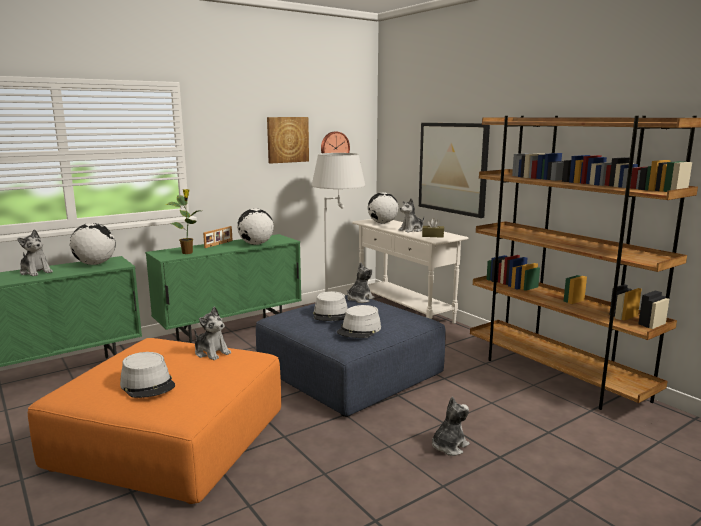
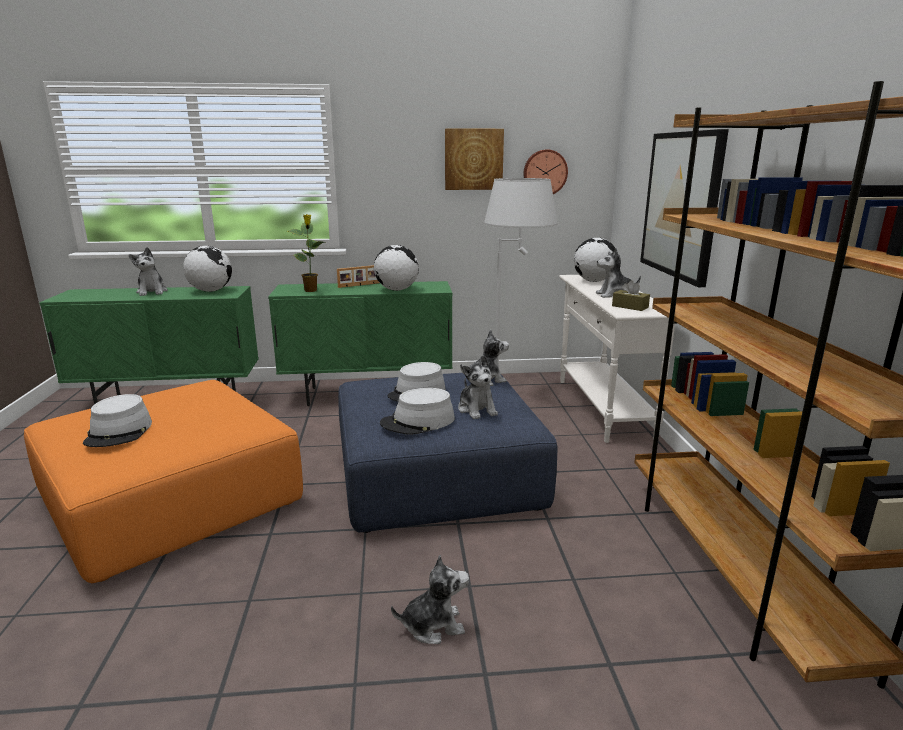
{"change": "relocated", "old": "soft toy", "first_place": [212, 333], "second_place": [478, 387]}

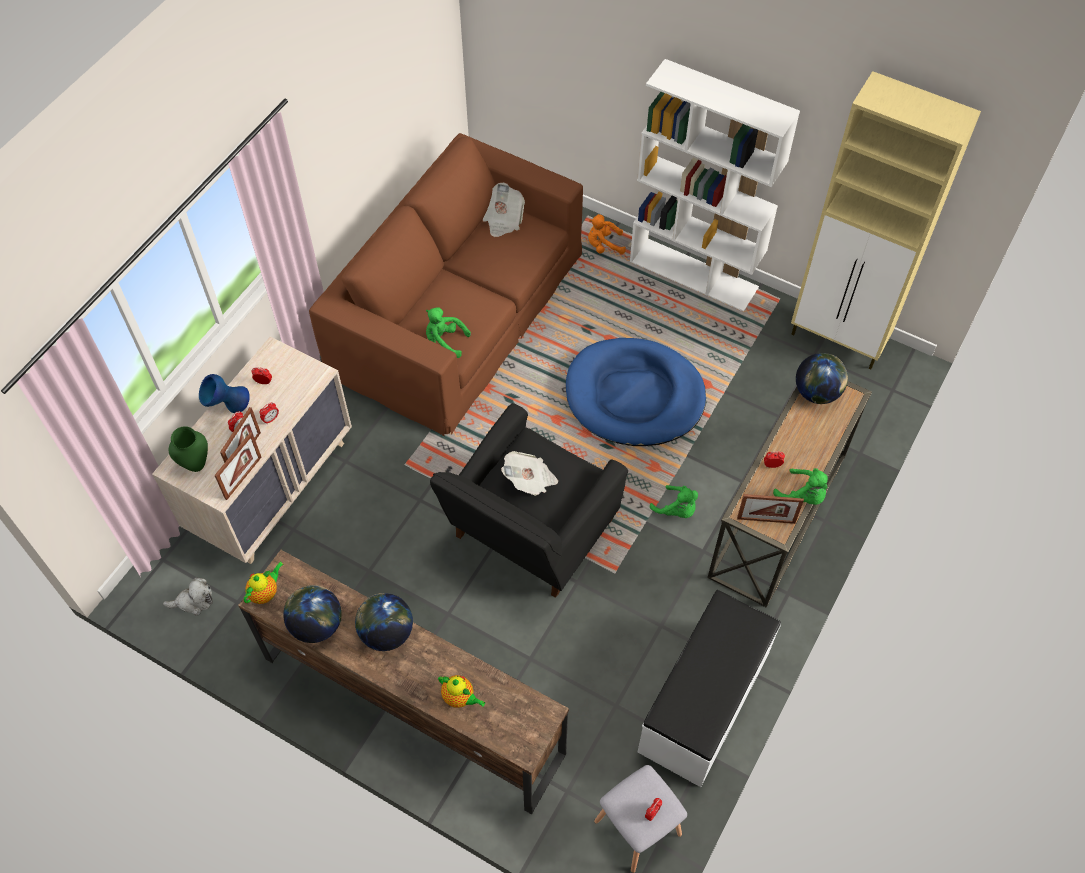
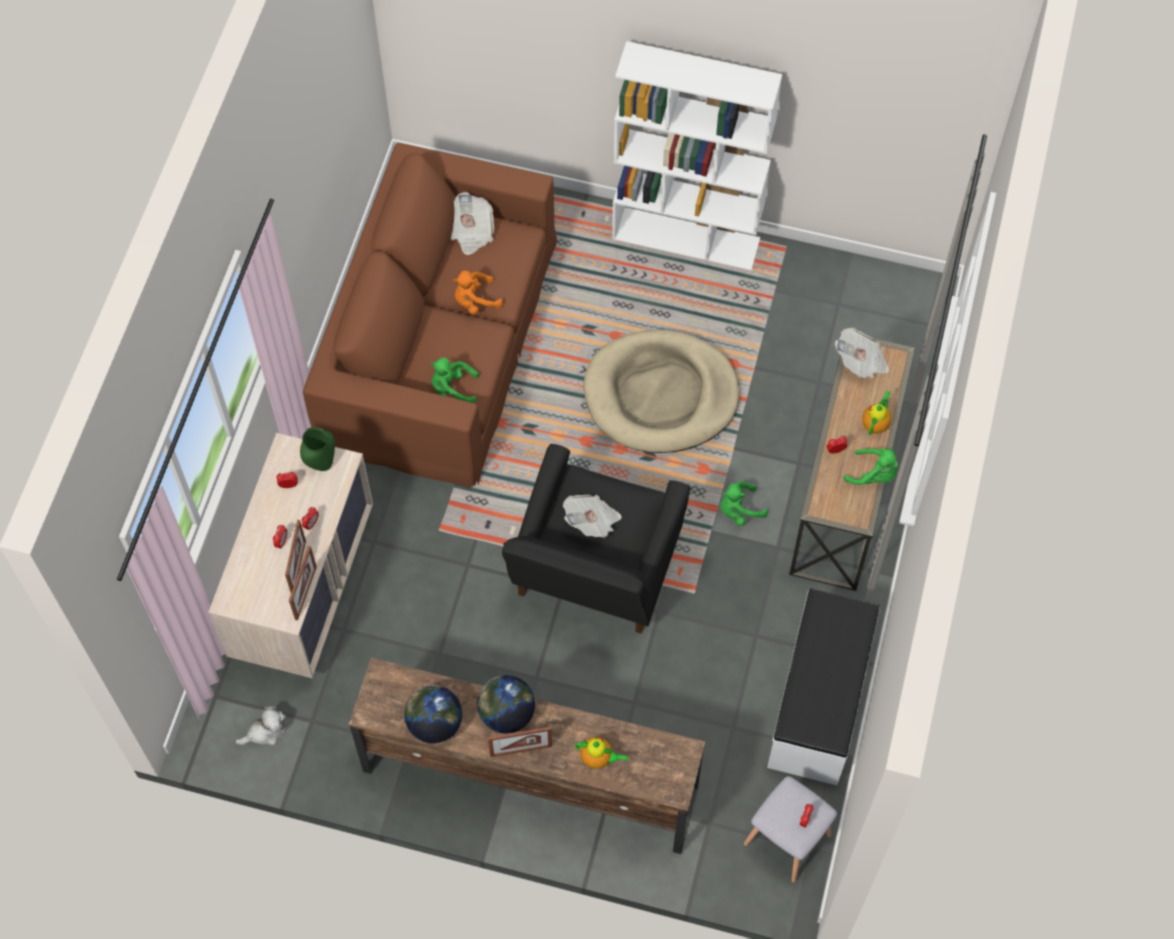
{"change": "relocated", "old": "decorative vase/green-coloured", "first_place": [188, 449], "second_place": [317, 449]}
{"change": "relocated", "old": "soft toy/orange", "first_place": [607, 234], "second_place": [478, 293]}
{"change": "relocated", "old": "photo frame", "first_place": [770, 509], "second_place": [520, 742]}
{"change": "colour", "old": "dog bed/blue-coloured", "new": "dog bed/sand-coloured", "first_place": [636, 392], "second_place": [661, 391]}
{"change": "spun", "old": "soft toy/green-coloured", "first_place": [674, 501], "second_place": [744, 503], "degrees": 135}
{"change": "exchanged", "old": "world globe", "new": "printed paper", "first_place": [822, 378], "second_place": [862, 353]}
{"change": "relocated", "old": "pot for tea", "first_place": [263, 582], "second_place": [876, 412]}
{"change": "missing", "old": "decorative vase/blue-coloured", "first_place": [224, 393]}
{"change": "missing", "old": "cupboard/sand-coloured", "first_place": [886, 220]}

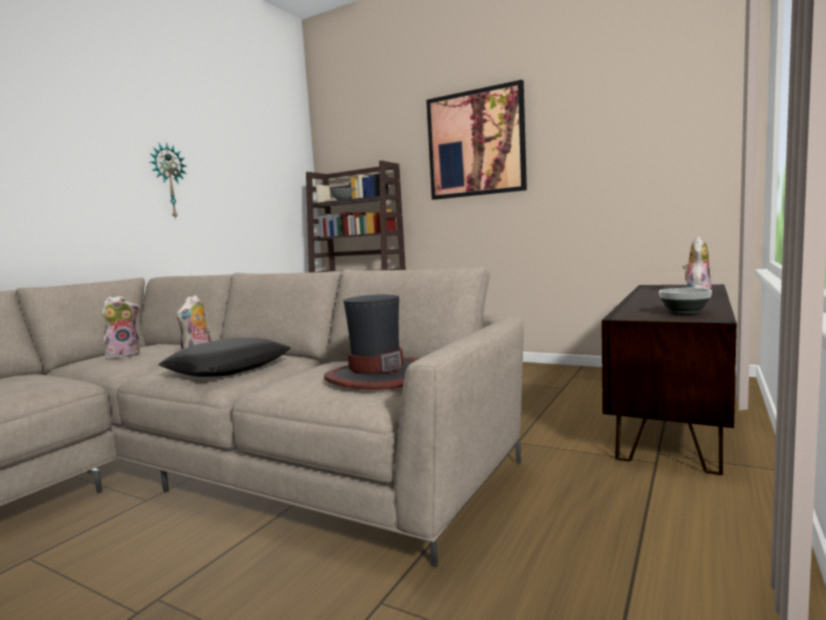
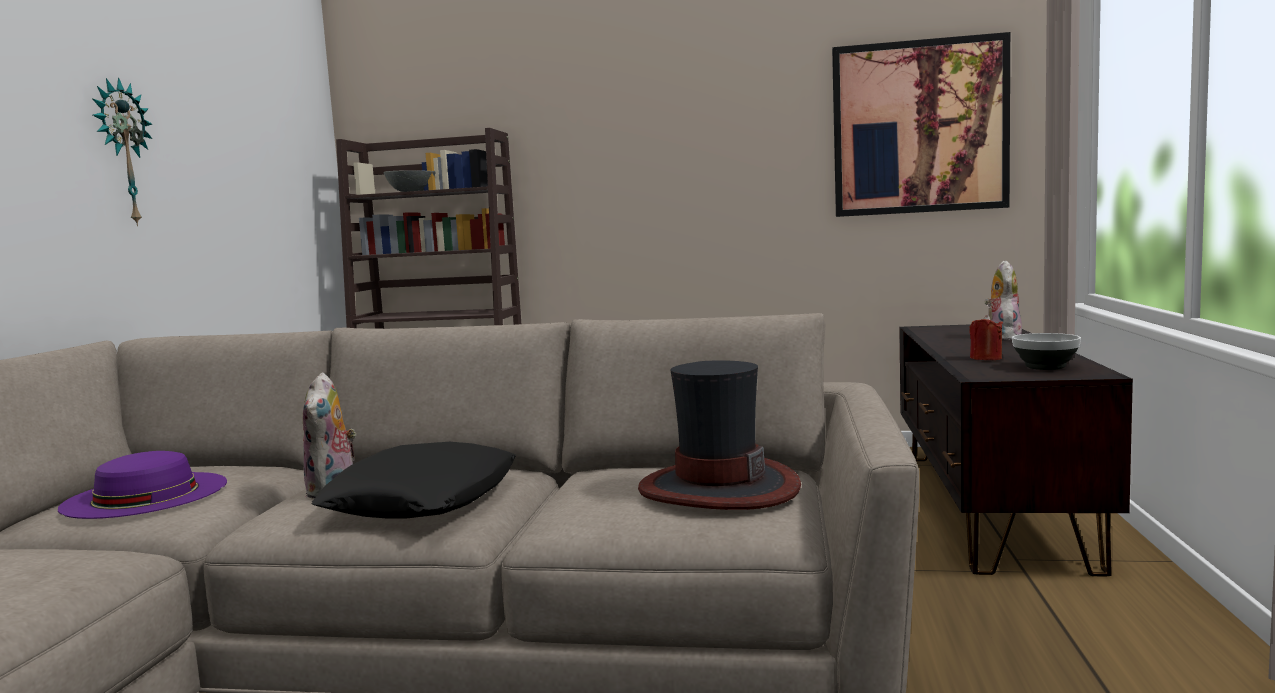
{"change": "exchanged", "old": "soft toy", "new": "hat/purple", "first_place": [121, 327], "second_place": [142, 485]}
{"change": "relocated", "old": "wall art", "first_place": [476, 140], "second_place": [921, 124]}
{"change": "appeared", "new": "candle/red", "second_place": [986, 337]}

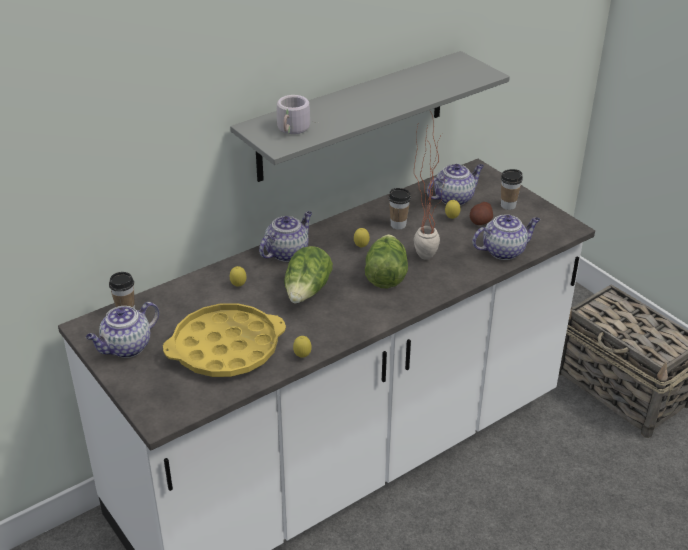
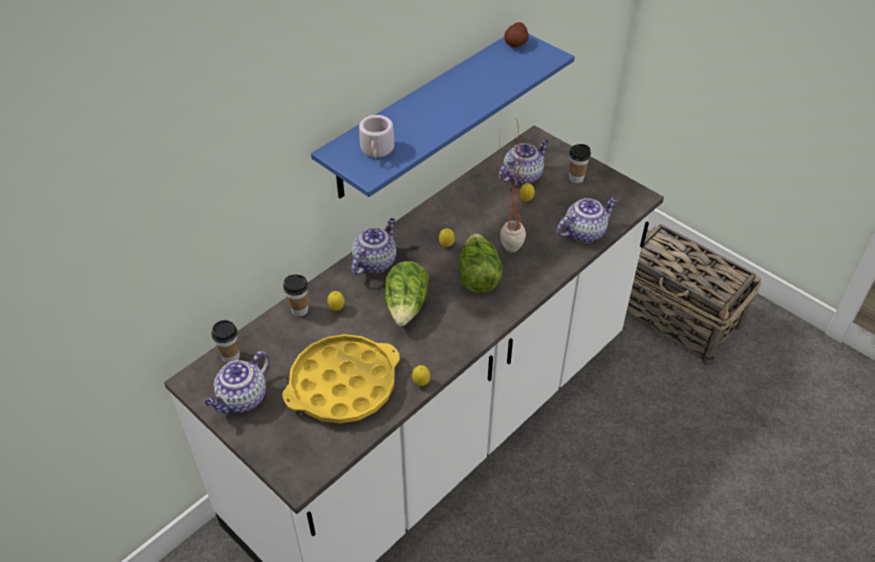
{"change": "relocated", "old": "cup", "first_place": [400, 208], "second_place": [295, 295]}
{"change": "colour", "old": "wall shelf/grey", "new": "wall shelf/blue-coloured", "first_place": [370, 116], "second_place": [443, 116]}
{"change": "relocated", "old": "whole potato", "first_place": [481, 213], "second_place": [516, 34]}

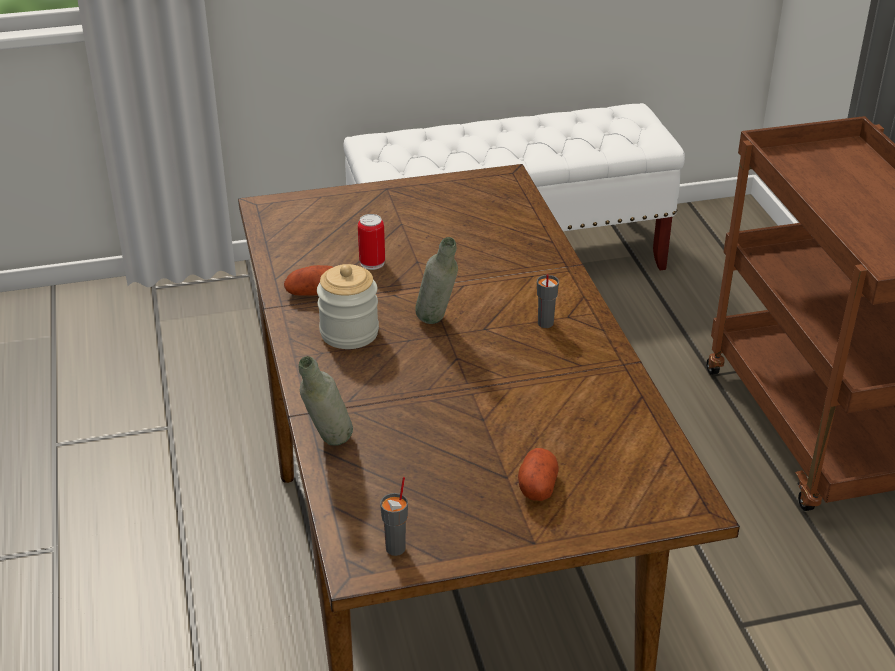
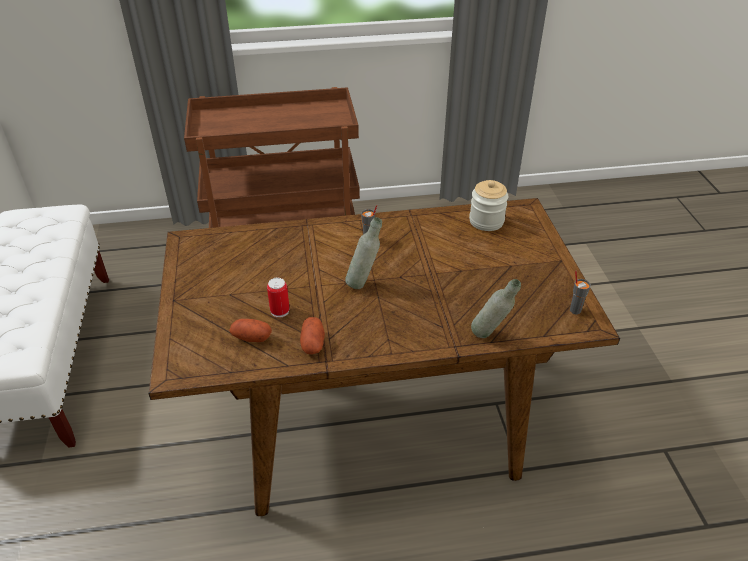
{"change": "relocated", "old": "whole potato", "first_place": [538, 474], "second_place": [250, 330]}
{"change": "relocated", "old": "jar", "first_place": [348, 306], "second_place": [488, 205]}

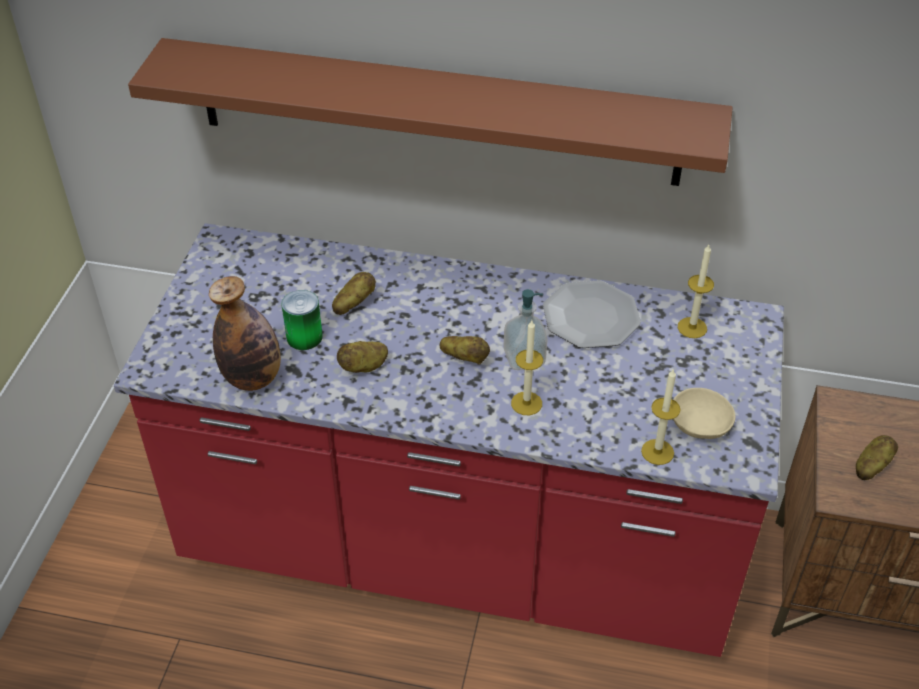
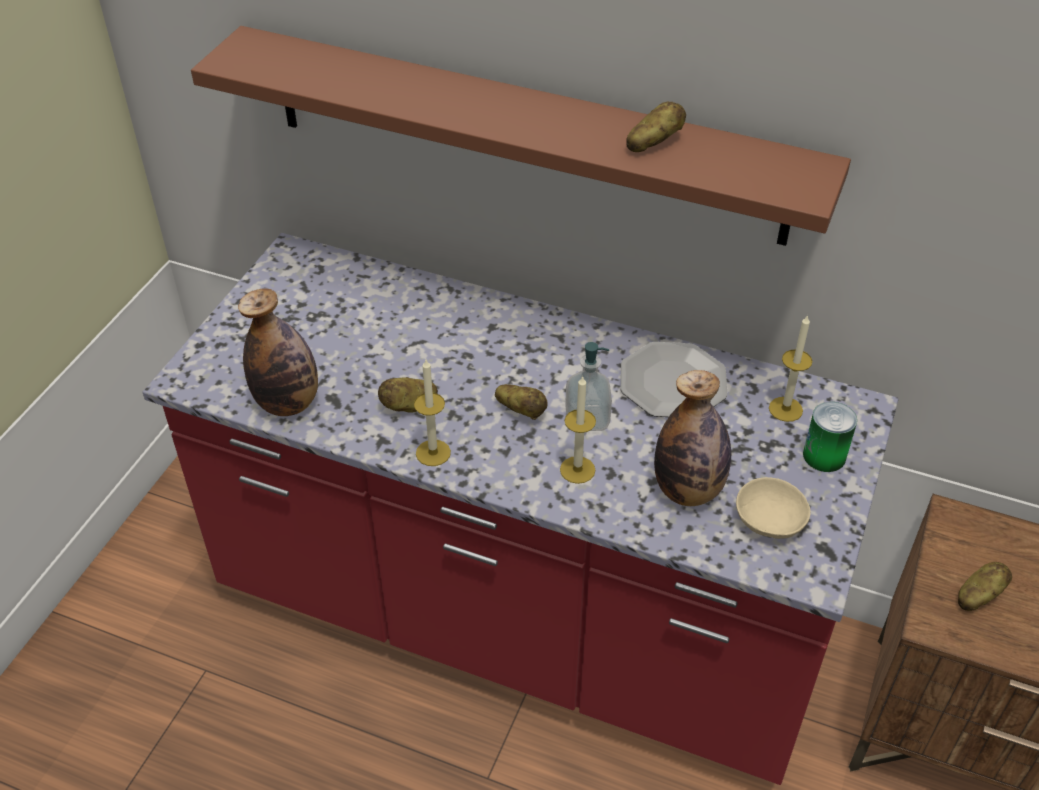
{"change": "relocated", "old": "candle", "first_place": [661, 416], "second_place": [432, 413]}
{"change": "relocated", "old": "whole potato", "first_place": [354, 293], "second_place": [656, 127]}
{"change": "appeared", "new": "bottle", "second_place": [692, 438]}
{"change": "relocated", "old": "can", "first_place": [302, 320], "second_place": [830, 437]}

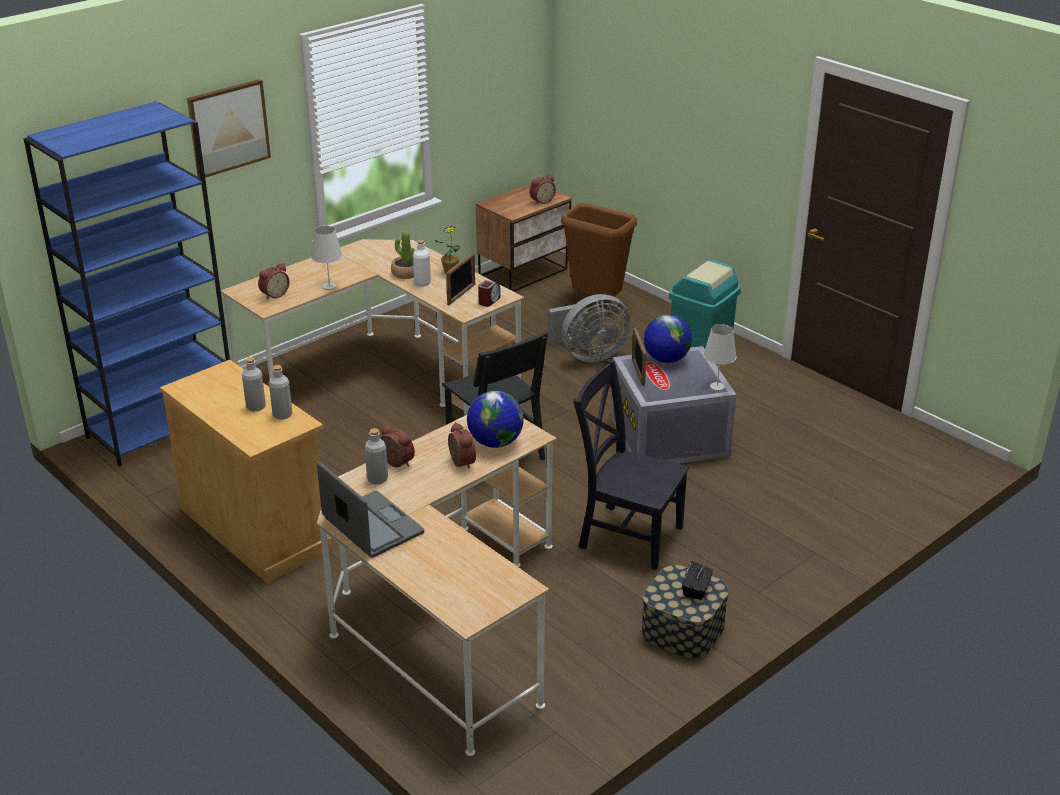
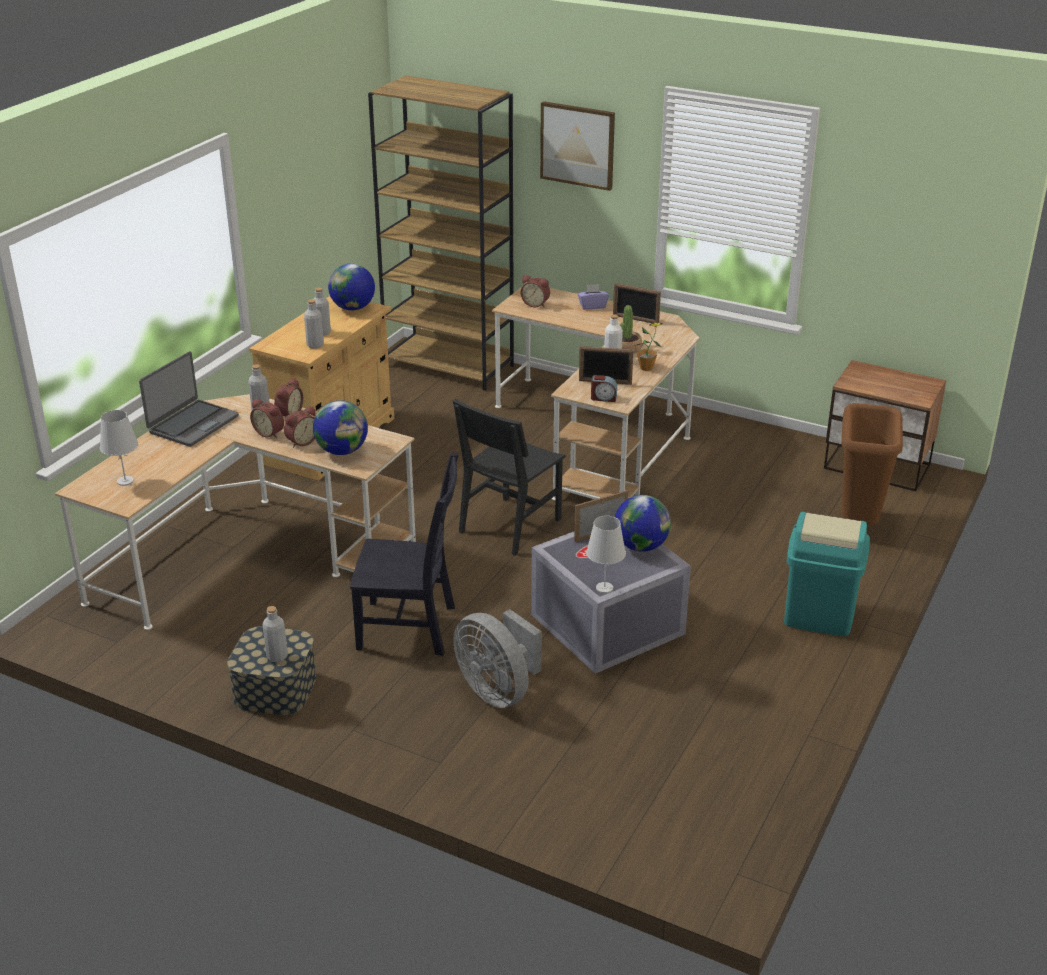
{"change": "relocated", "old": "table lamp/whitish", "first_place": [327, 258], "second_place": [119, 448]}
{"change": "relocated", "old": "bedside clock", "first_place": [543, 190], "second_place": [267, 418]}
{"change": "exchanged", "old": "tissue box/black-coloured", "new": "bottle/grey", "first_place": [697, 580], "second_place": [275, 634]}
{"change": "appeared", "new": "world globe", "second_place": [351, 287]}
{"change": "spun", "old": "upright chair/black-coloured", "first_place": [631, 464], "second_place": [404, 554], "degrees": 90}
{"change": "colour", "old": "bookshelf/blue-coloured", "new": "bookshelf/brown", "first_place": [127, 284], "second_place": [441, 233]}
{"change": "relocated", "old": "electric fan/grey", "first_place": [589, 328], "second_place": [497, 658]}
{"change": "appeared", "new": "tissue box/purple", "second_place": [593, 297]}
{"change": "appeared", "new": "photo frame", "second_place": [637, 303]}

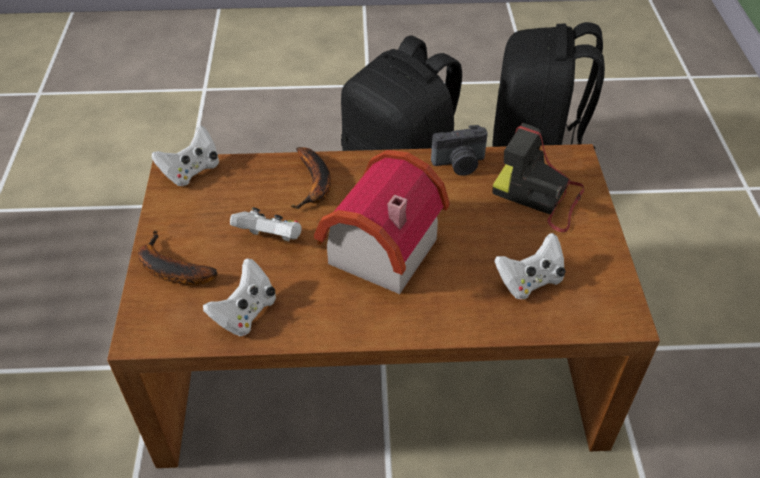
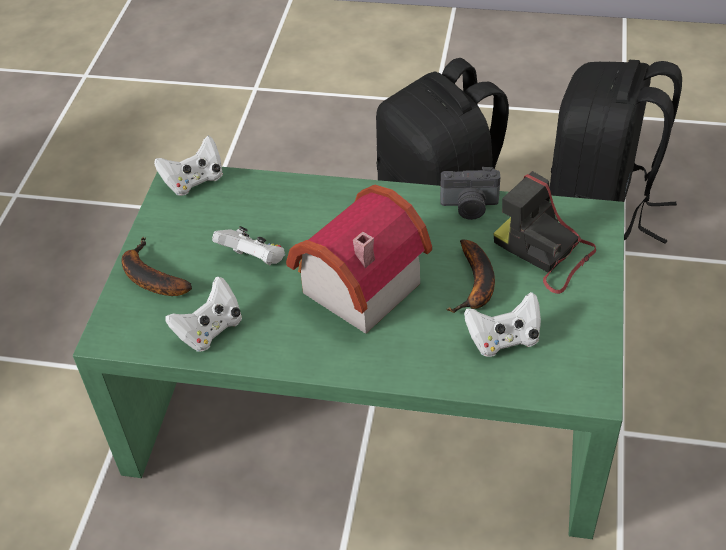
{"change": "colour", "old": "lounge table/brown", "new": "lounge table/green-coloured", "first_place": [383, 306], "second_place": [348, 353]}
{"change": "relocated", "old": "banana", "first_place": [311, 178], "second_place": [470, 276]}

